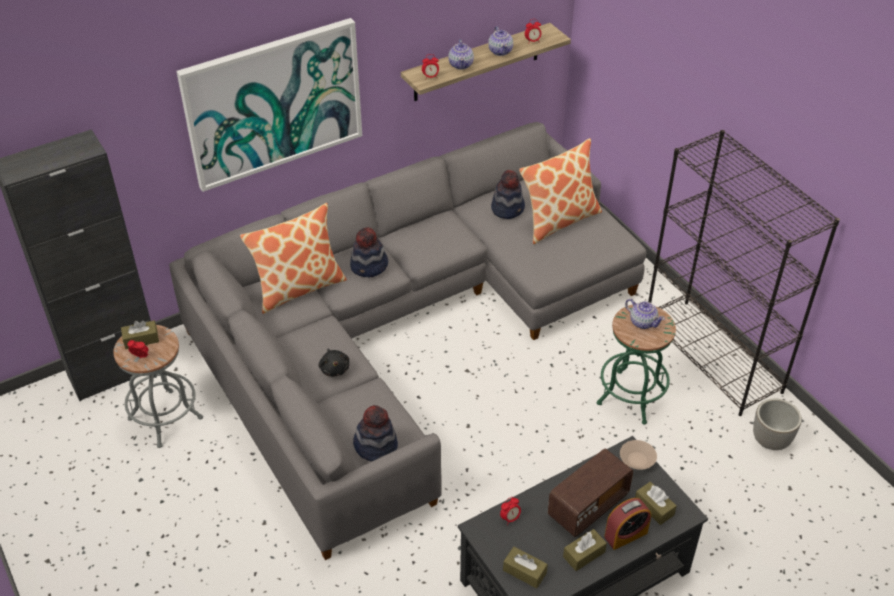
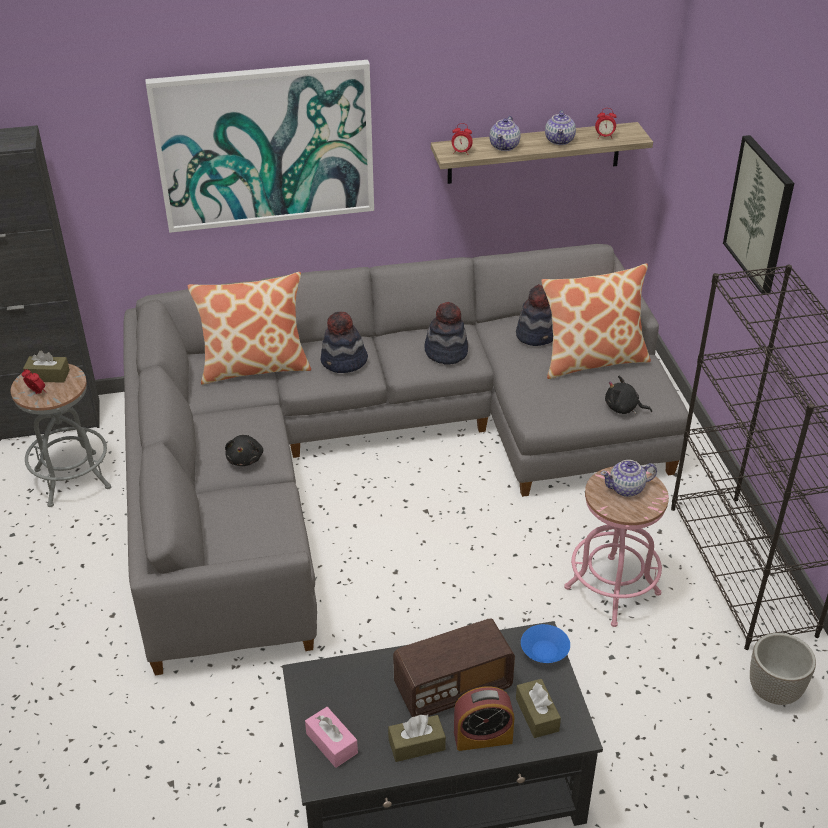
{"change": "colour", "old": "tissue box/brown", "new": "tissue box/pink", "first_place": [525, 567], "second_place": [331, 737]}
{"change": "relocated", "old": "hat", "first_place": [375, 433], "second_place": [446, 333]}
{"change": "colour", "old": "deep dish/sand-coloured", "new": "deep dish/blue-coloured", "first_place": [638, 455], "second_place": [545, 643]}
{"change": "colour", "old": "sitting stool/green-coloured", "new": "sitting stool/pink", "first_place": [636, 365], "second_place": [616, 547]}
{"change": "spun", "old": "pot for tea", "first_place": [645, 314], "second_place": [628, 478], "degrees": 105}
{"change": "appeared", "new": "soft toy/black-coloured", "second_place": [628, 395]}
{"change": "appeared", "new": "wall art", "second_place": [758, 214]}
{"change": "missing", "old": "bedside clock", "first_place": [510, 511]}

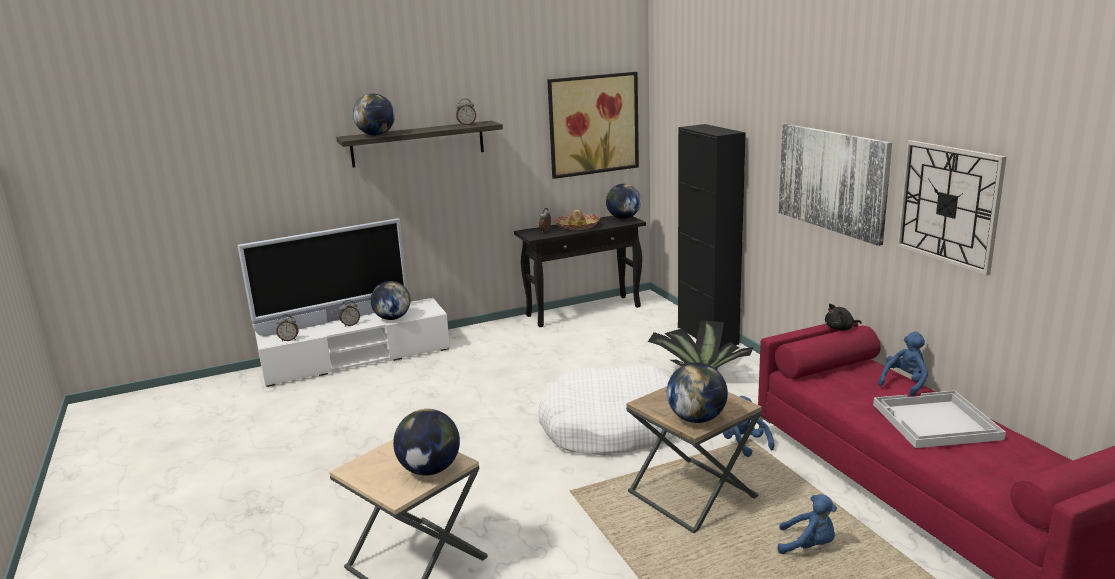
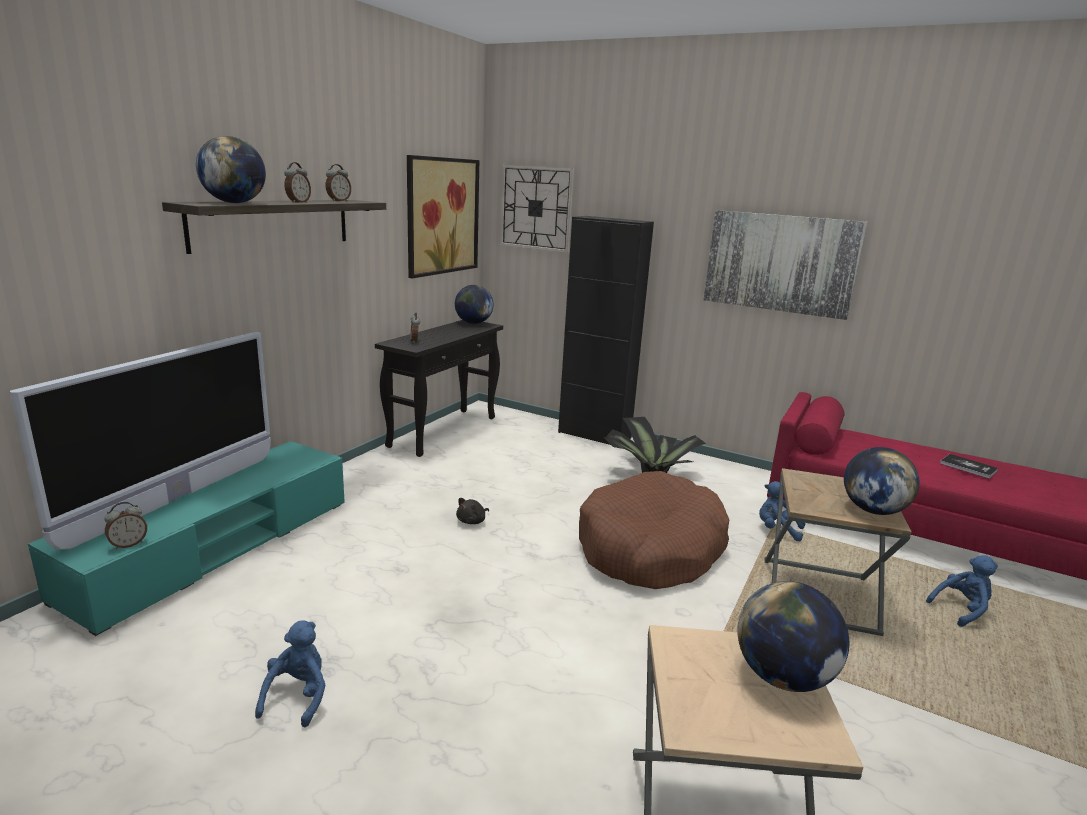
{"change": "colour", "old": "tv stand/whitish", "new": "tv stand/turquoise-coloured", "first_place": [352, 342], "second_place": [186, 538]}
{"change": "relocated", "old": "soft toy/blue-coloured", "first_place": [903, 364], "second_place": [290, 674]}
{"change": "relocated", "old": "bedside clock", "first_place": [349, 313], "second_place": [297, 182]}
{"change": "relocated", "old": "soft toy/black-coloured", "first_place": [843, 317], "second_place": [472, 511]}
{"change": "relocated", "old": "wall clock", "first_place": [951, 208], "second_place": [537, 209]}
{"change": "colour", "old": "dog bed/whitish", "new": "dog bed/brown", "first_place": [606, 410], "second_place": [654, 530]}
{"change": "exchanged", "old": "carrying tray/whitish", "new": "book", "first_place": [939, 419], "second_place": [969, 466]}
{"change": "missing", "old": "world globe", "first_place": [390, 300]}
{"change": "missing", "old": "hat", "first_place": [577, 220]}

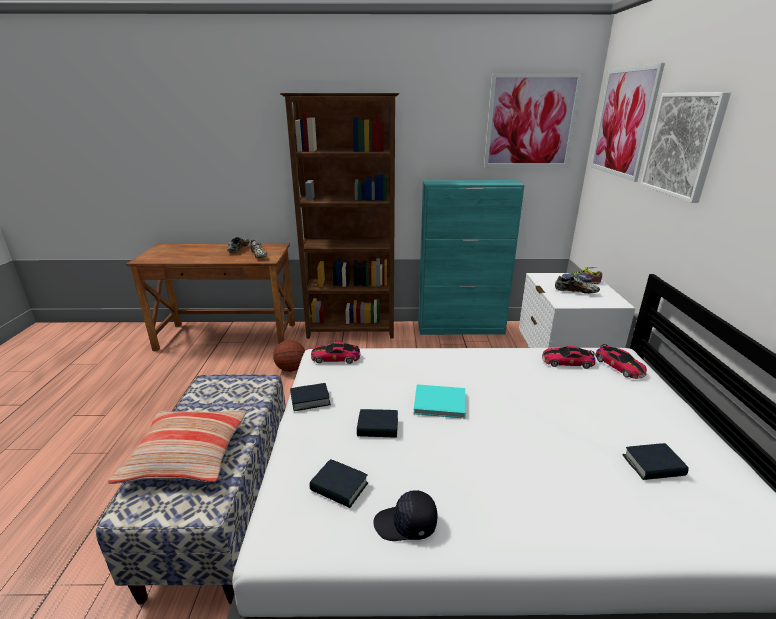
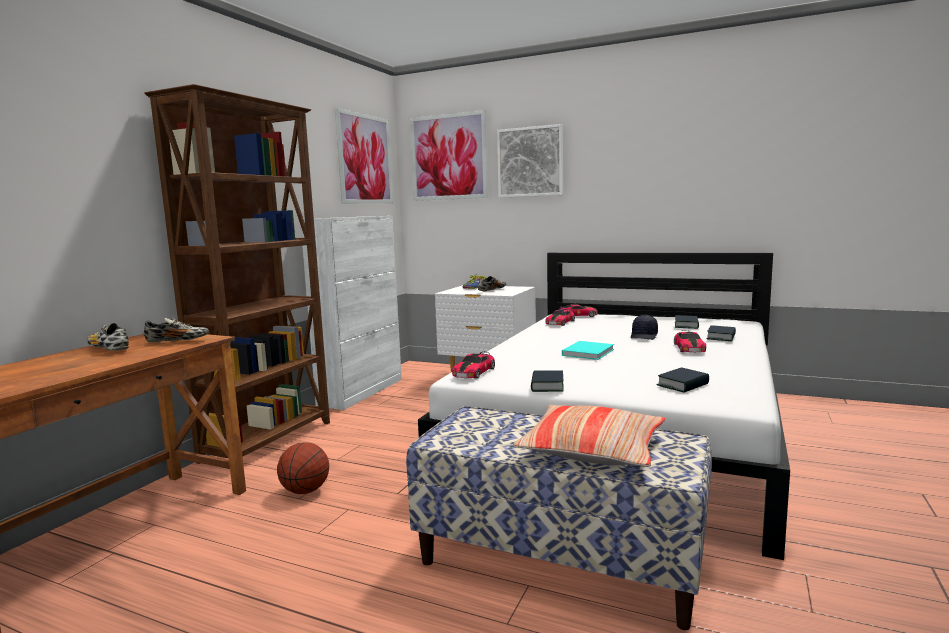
{"change": "colour", "old": "cupboard/turquoise-coloured", "new": "cupboard/whitish", "first_place": [471, 257], "second_place": [351, 313]}
{"change": "relocated", "old": "peaked cap/black-coloured", "first_place": [405, 515], "second_place": [644, 327]}
{"change": "appeared", "new": "model car", "second_place": [690, 341]}
{"change": "relocated", "old": "book", "first_place": [377, 423], "second_place": [721, 333]}

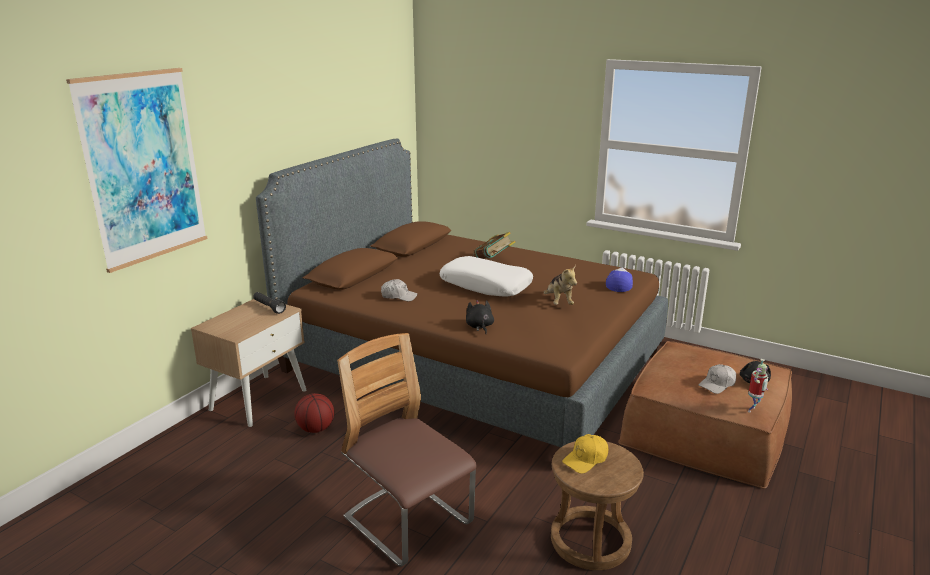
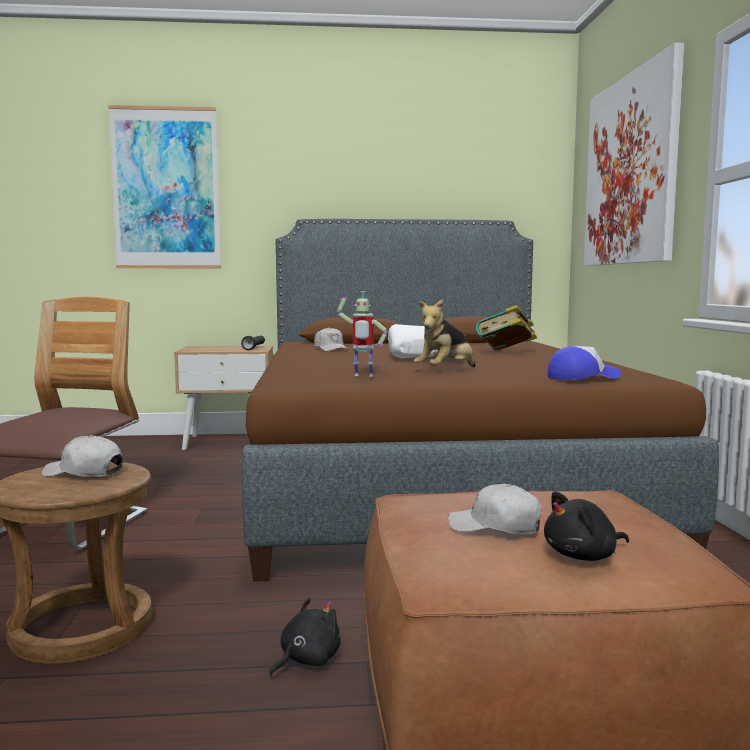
{"change": "colour", "old": "peaked cap/yellow", "new": "peaked cap/whitish", "first_place": [585, 454], "second_place": [82, 456]}
{"change": "relocated", "old": "soft toy/black-coloured", "first_place": [480, 317], "second_place": [305, 637]}
{"change": "relocated", "old": "toy robot", "first_place": [758, 386], "second_place": [362, 334]}
{"change": "appeared", "new": "wall art", "second_place": [634, 154]}
{"change": "missing", "old": "basketball ball", "first_place": [314, 413]}

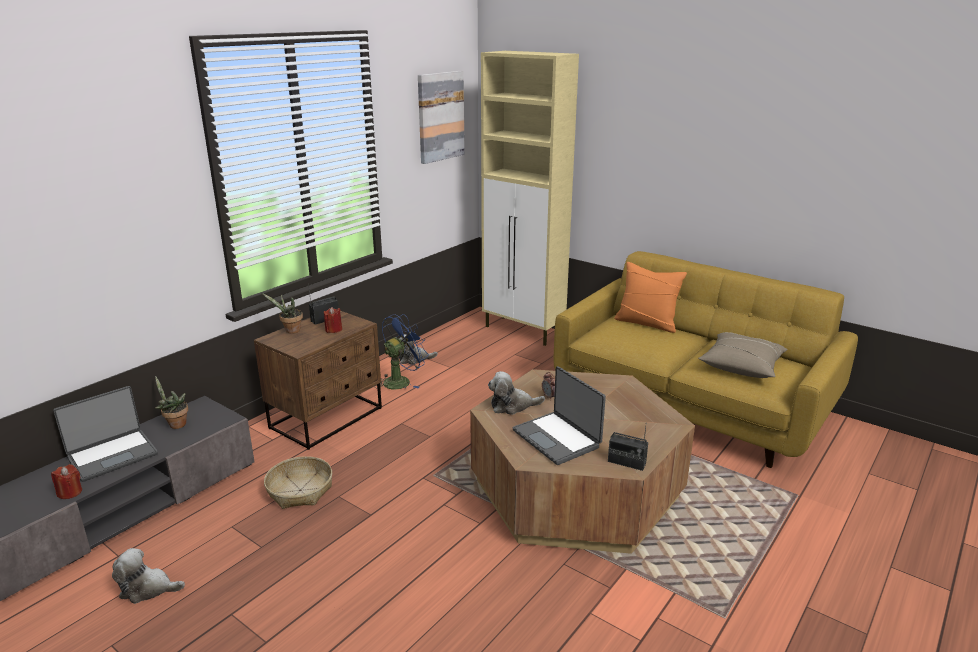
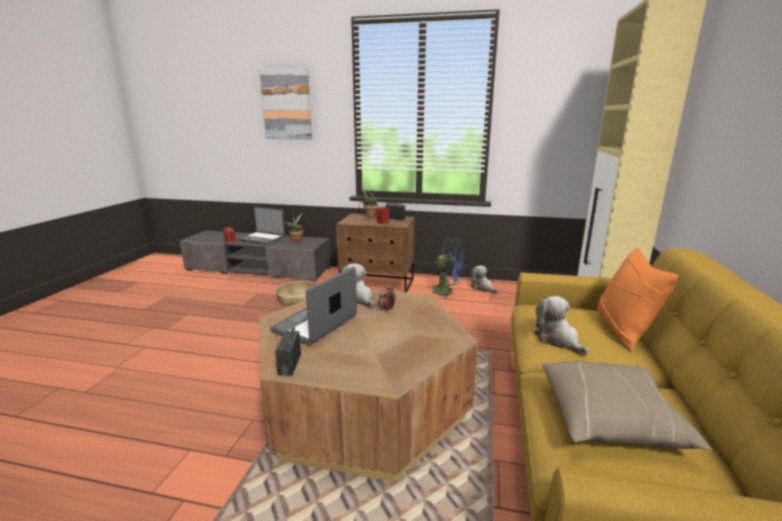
{"change": "relocated", "old": "wall art", "first_place": [441, 117], "second_place": [285, 103]}
{"change": "relocated", "old": "soft toy", "first_place": [148, 576], "second_place": [561, 325]}

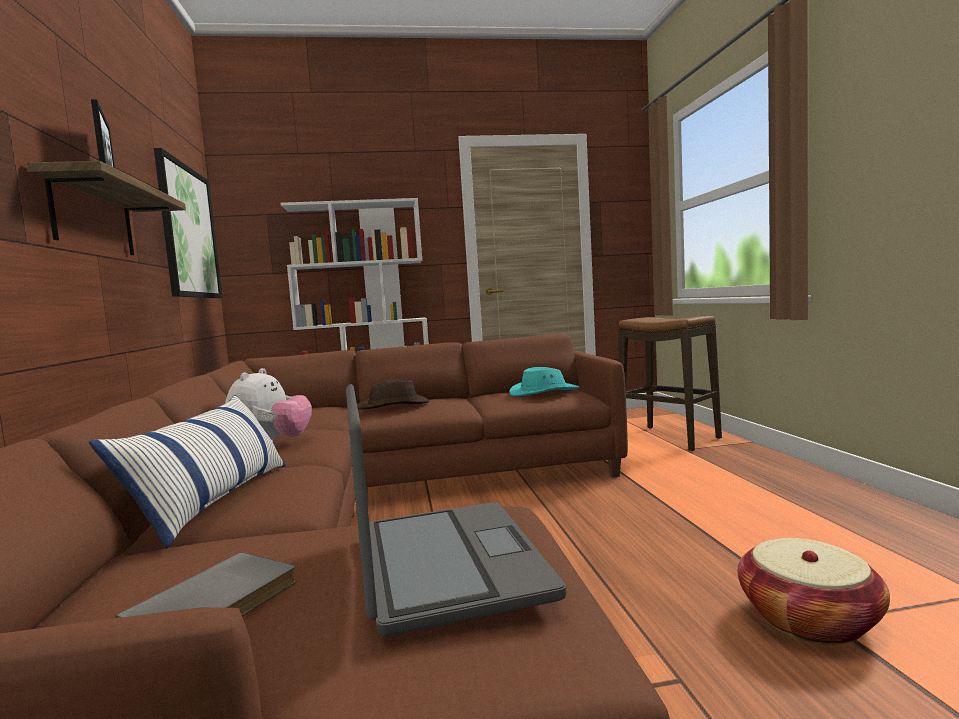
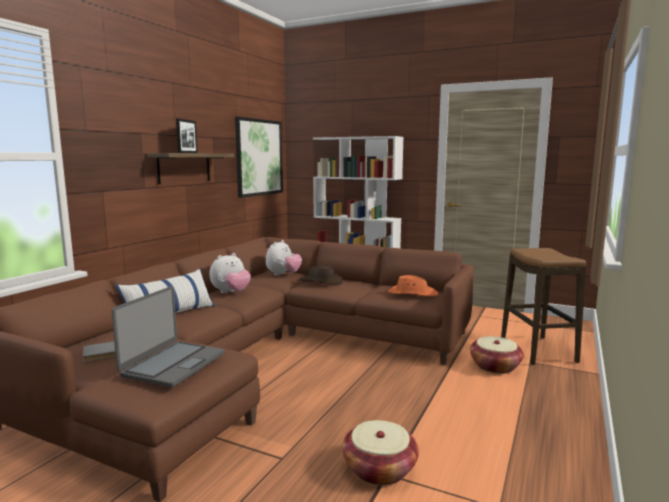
{"change": "appeared", "new": "soft toy", "second_place": [284, 258]}
{"change": "colour", "old": "hat/turquoise-coloured", "new": "hat/orange", "first_place": [544, 381], "second_place": [413, 285]}
{"change": "appeared", "new": "basket", "second_place": [497, 355]}

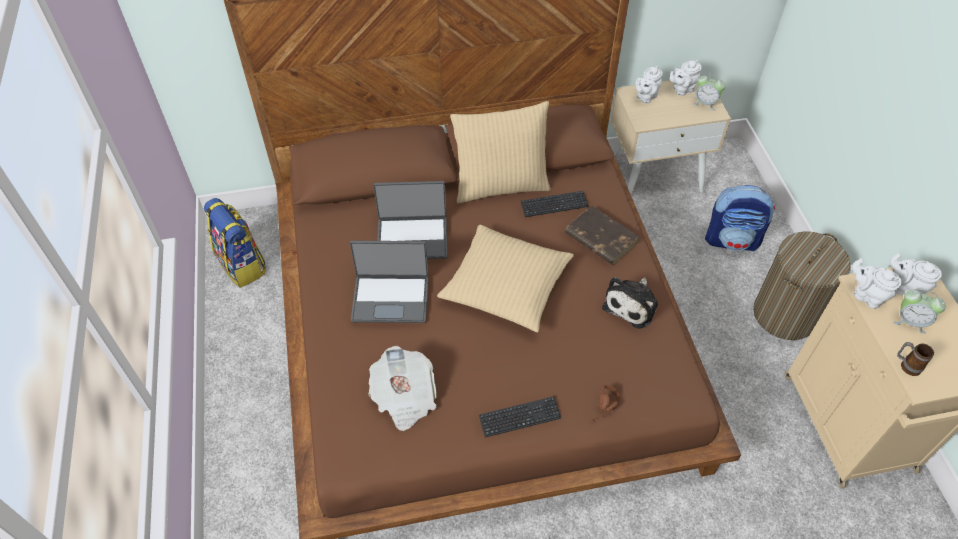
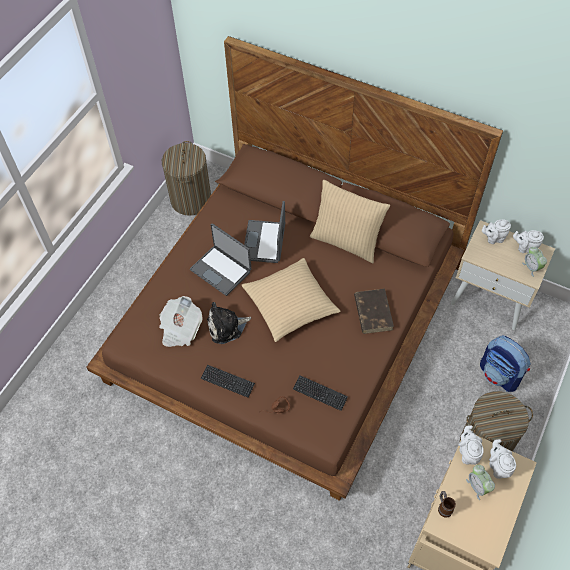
{"change": "exchanged", "old": "backpack", "new": "laundry basket", "first_place": [235, 243], "second_place": [186, 178]}
{"change": "relocated", "old": "soft toy", "first_place": [630, 303], "second_place": [229, 323]}
{"change": "spun", "old": "notebook computer", "first_place": [410, 220], "second_place": [264, 232], "degrees": 60}
{"change": "relocated", "old": "keyboard", "first_place": [555, 204], "second_place": [320, 393]}

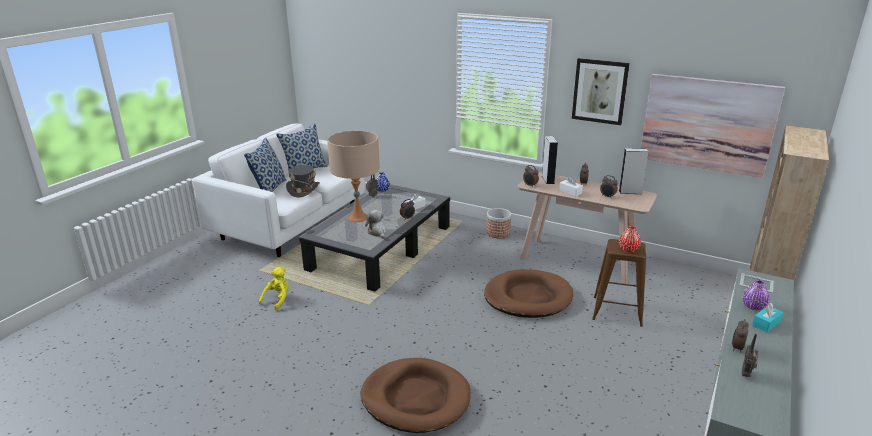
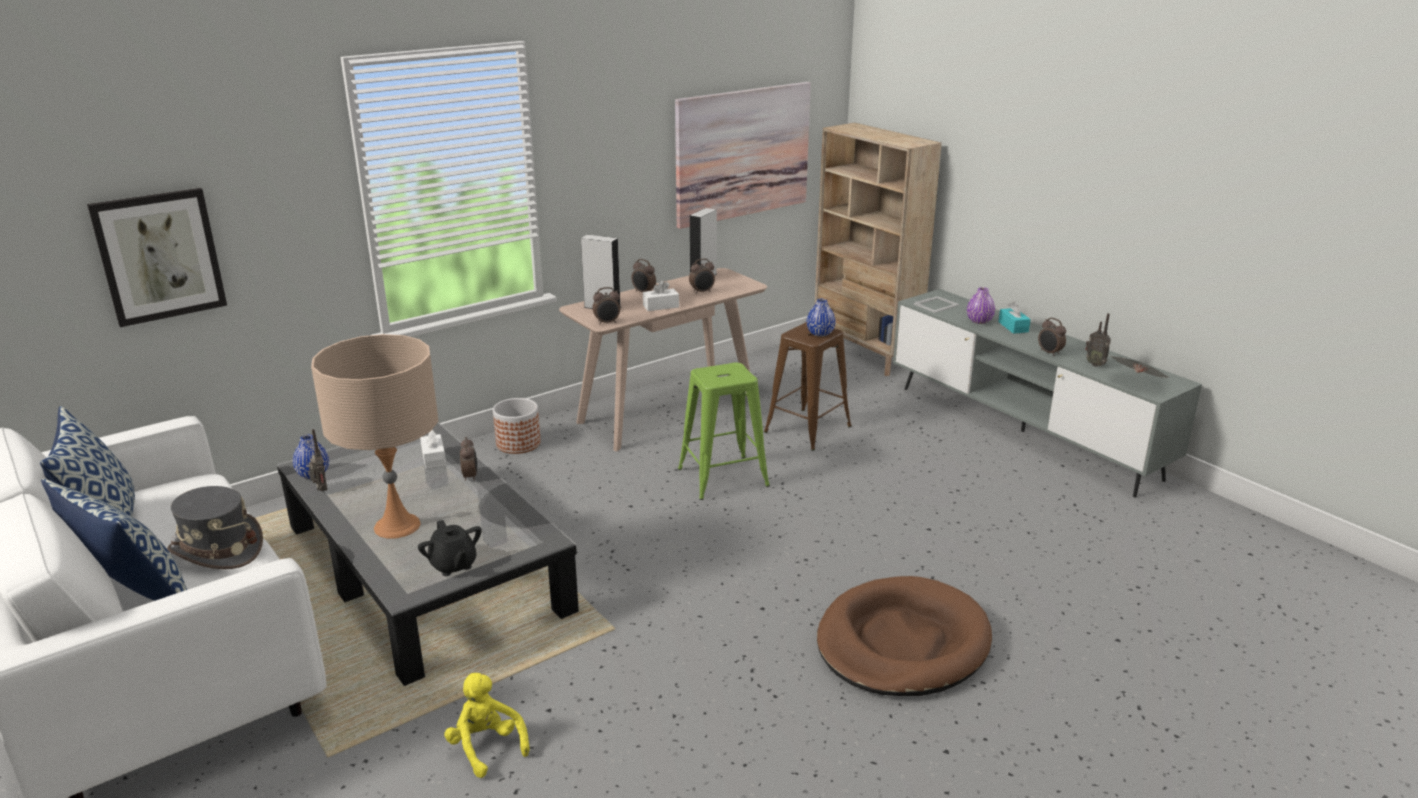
{"change": "relocated", "old": "wall art", "first_place": [601, 91], "second_place": [157, 257]}
{"change": "appeared", "new": "pot for tea/black-coloured", "second_place": [450, 548]}
{"change": "exchanged", "old": "dog bed/brown", "new": "sitting stool/green-coloured", "first_place": [528, 293], "second_place": [724, 431]}
{"change": "colour", "old": "decorative vase/red", "new": "decorative vase/blue-coloured", "first_place": [630, 239], "second_place": [821, 318]}
{"change": "appeared", "new": "printed paper", "second_place": [1139, 367]}
{"change": "missing", "old": "soft toy", "first_place": [376, 224]}

